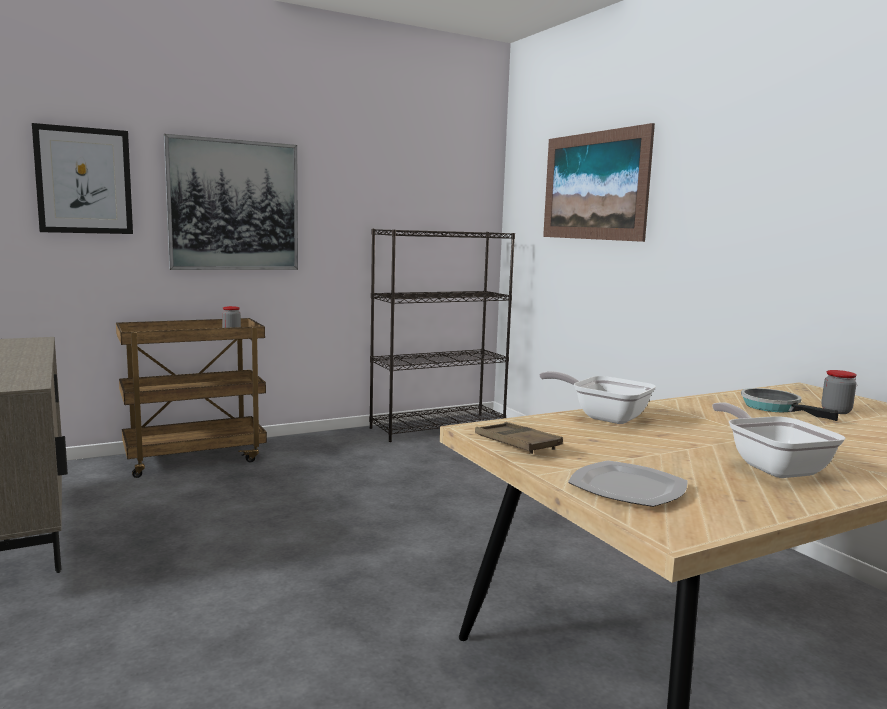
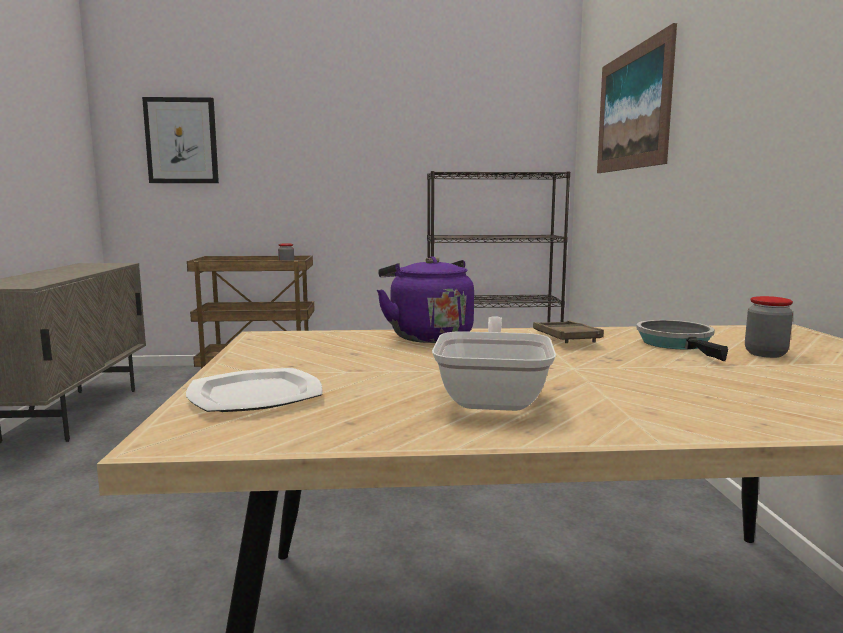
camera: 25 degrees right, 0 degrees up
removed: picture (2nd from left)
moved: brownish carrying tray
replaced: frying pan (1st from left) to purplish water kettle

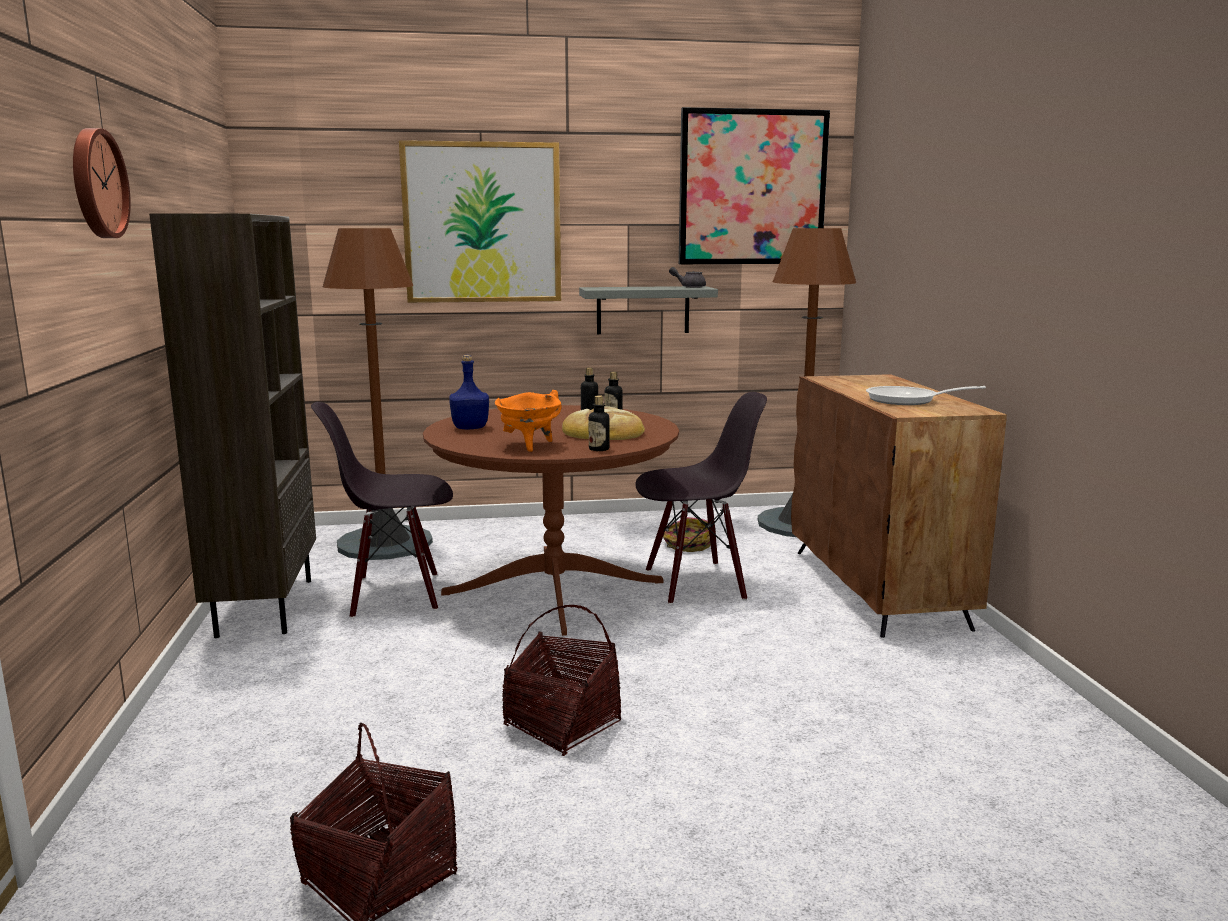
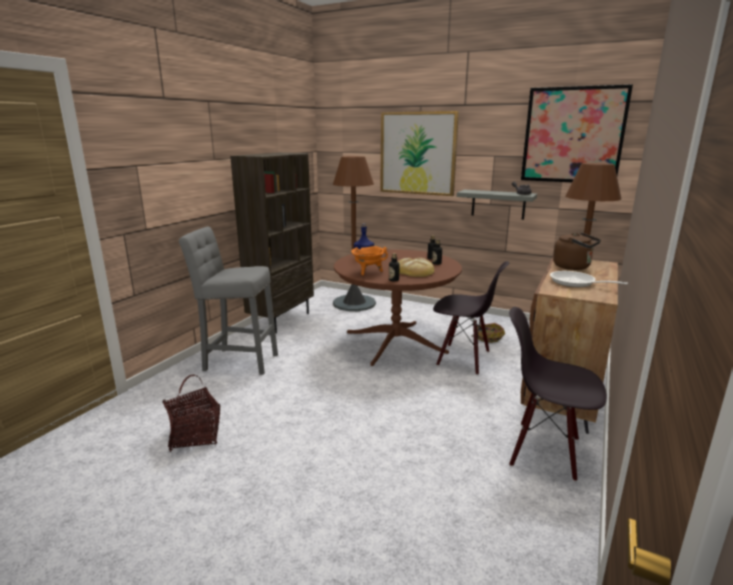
camera: 35 degrees right, 5 degrees up
removed: clock on the wall; household basket (2nd from left)
added: gray sitting stool; brownish water kettle
moved: black upright chair (1st from left in the first image) to black upright chair (2nd from left)

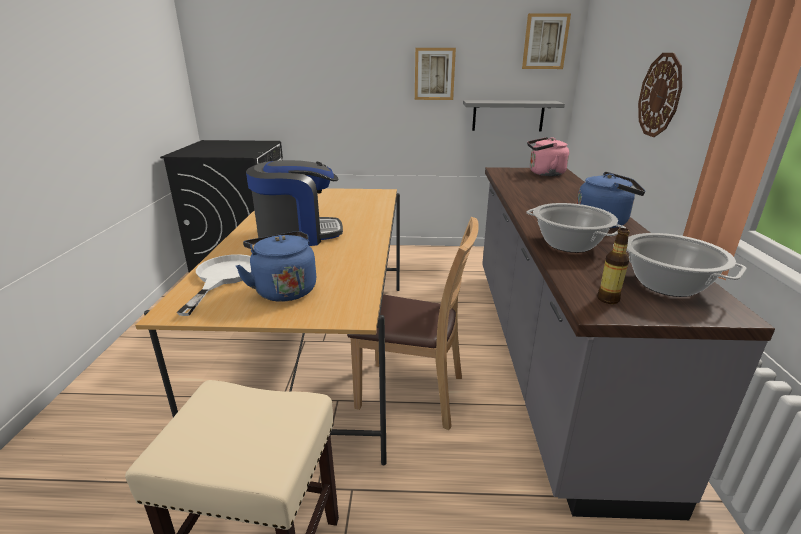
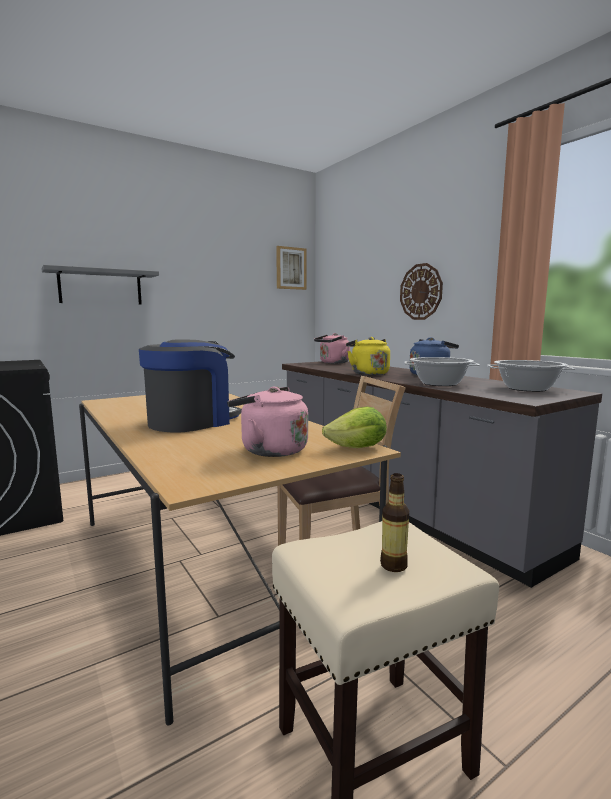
camera: 35 degrees left, 15 degrees down
removed: picture (1st from left); white frying pan
added: yellowish water kettle; lettuce head
moved: gray wall shelf; bottle
recoloured: blue water kettle (1st from left) to pinkish water kettle (1st from left)

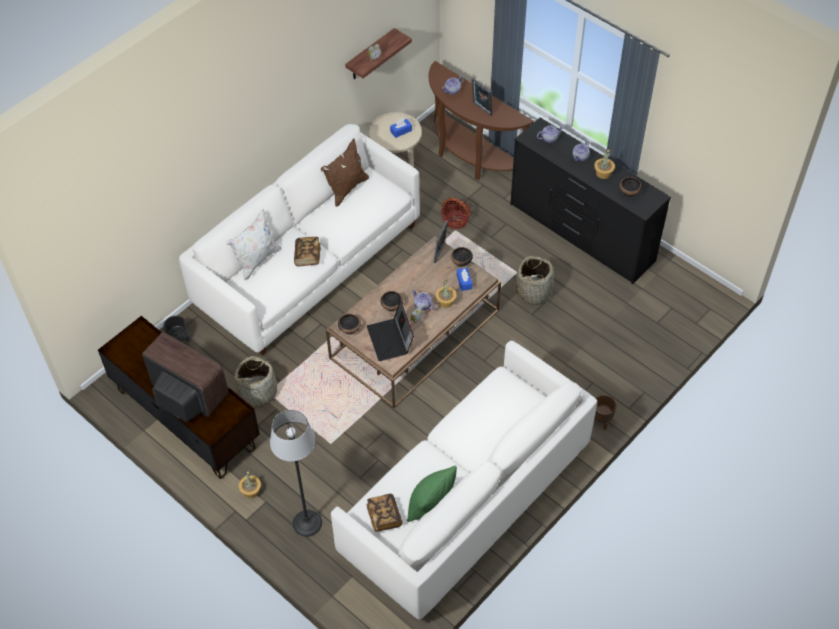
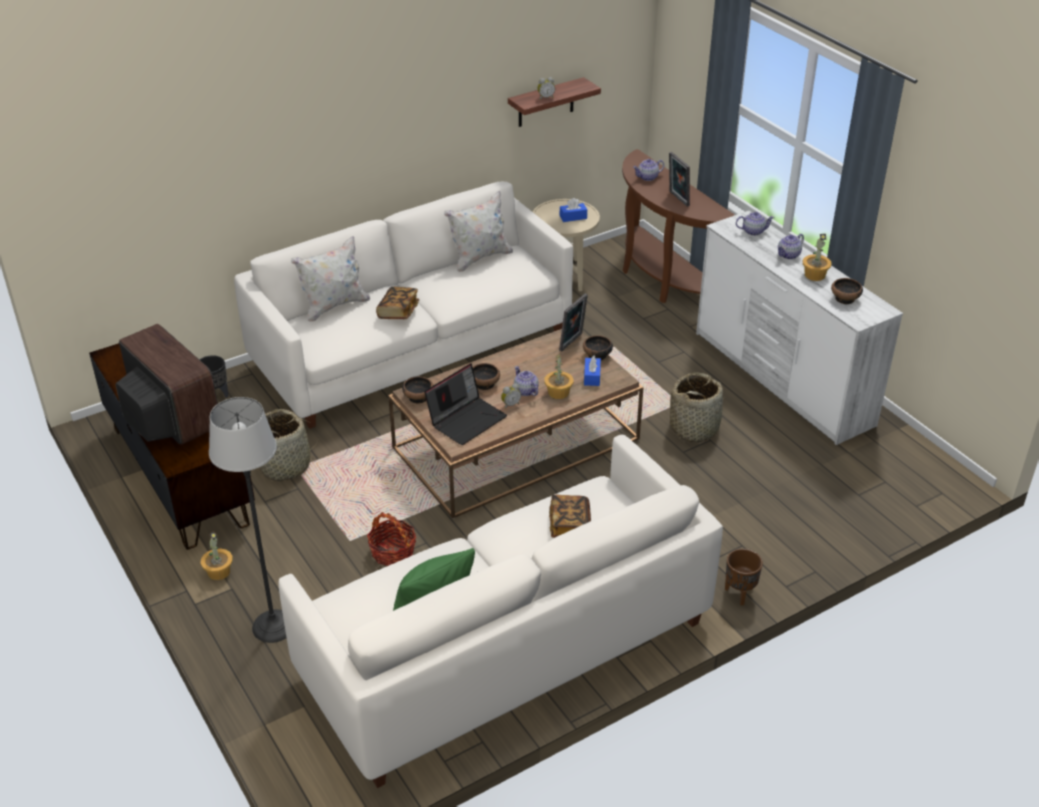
camera: 15 degrees right, 15 degrees down
moved: household basket (2nd from left); book (2nd from left)
recoloured: black chest of drawers to white chest of drawers; brownish throw pillow to white throw pillow (2nd from left)
turned: laptop 135 degrees counterclockwise

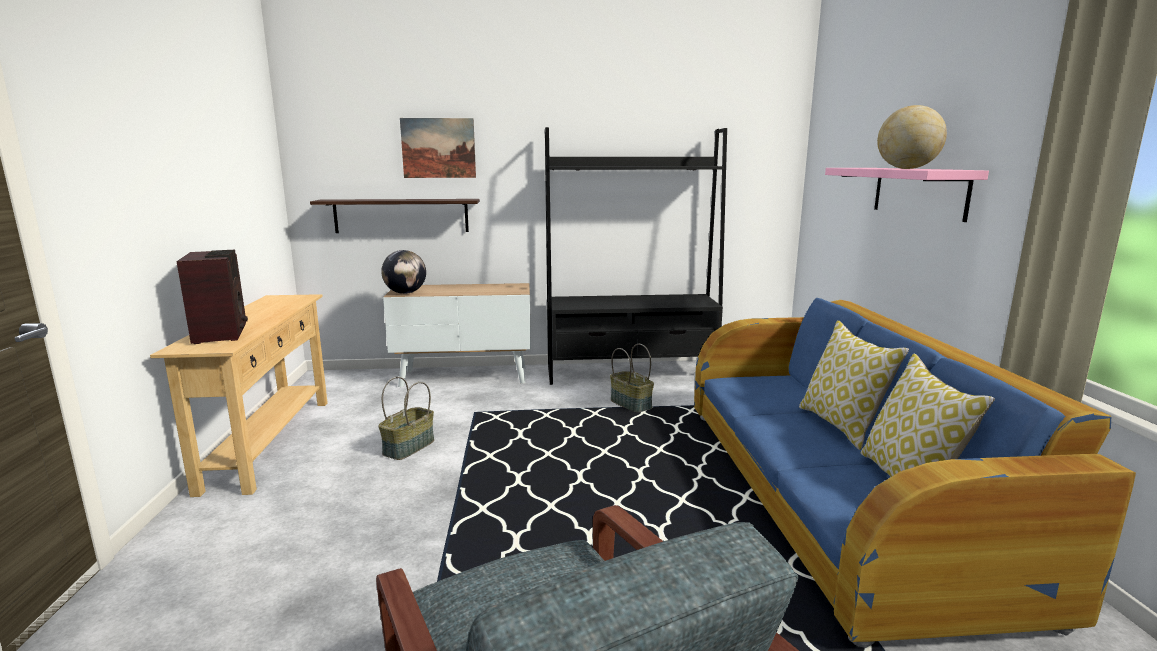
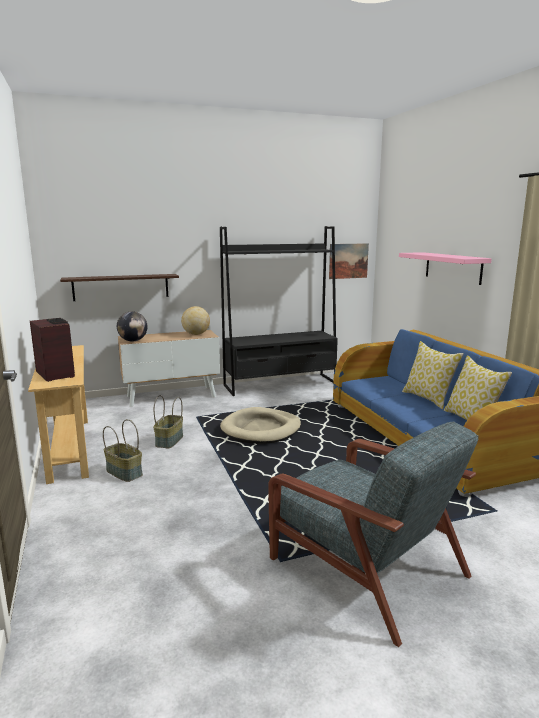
camera: 15 degrees left, 0 degrees up
added: beige-coloured dog bed
moved: globe (2nd from left); picture; household basket (2nd from left in the first image) to household basket (1st from left)

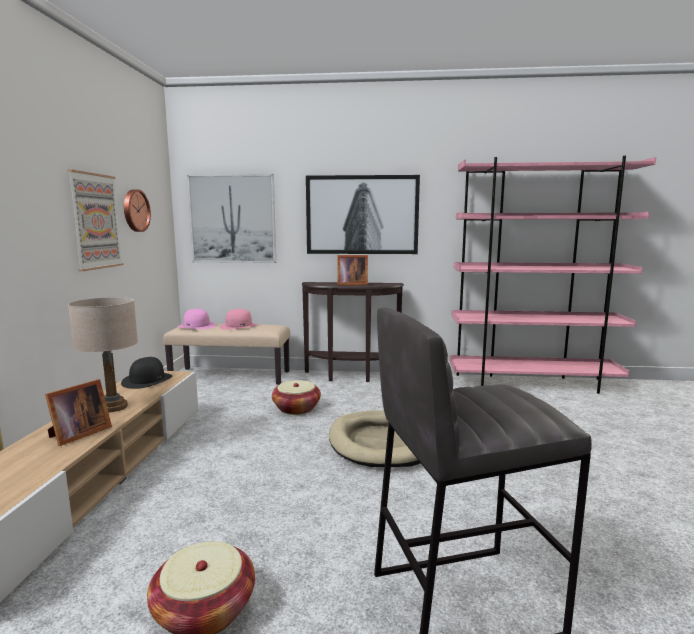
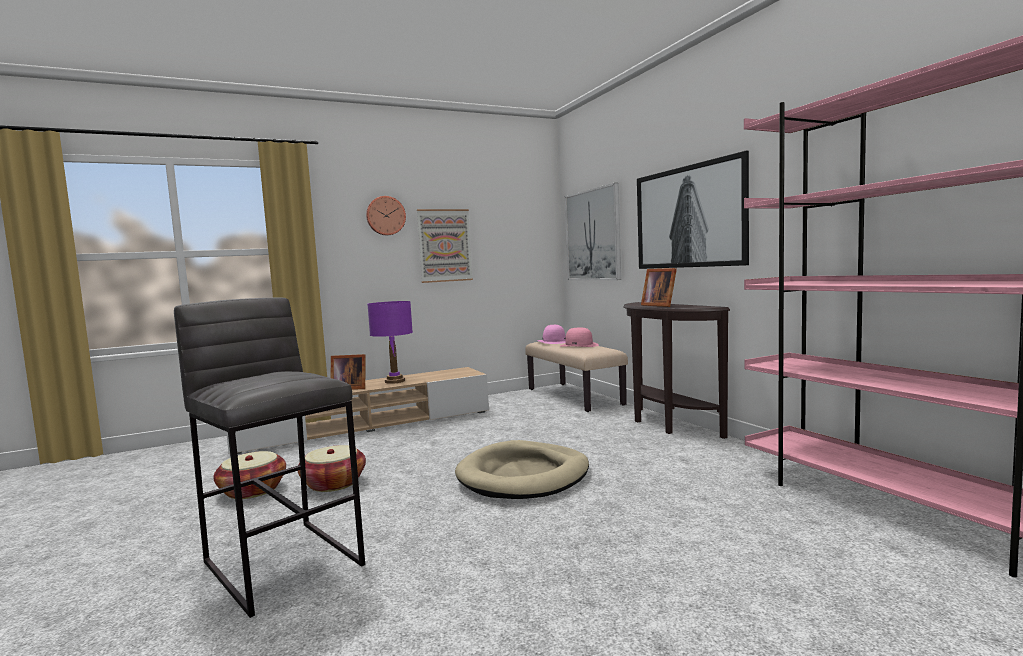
camera: 60 degrees right, 5 degrees down
removed: black wearable hat
moved: clock on the wall; household basket (2nd from left)
recoloured: beige-coloured table lamp to purplish table lamp

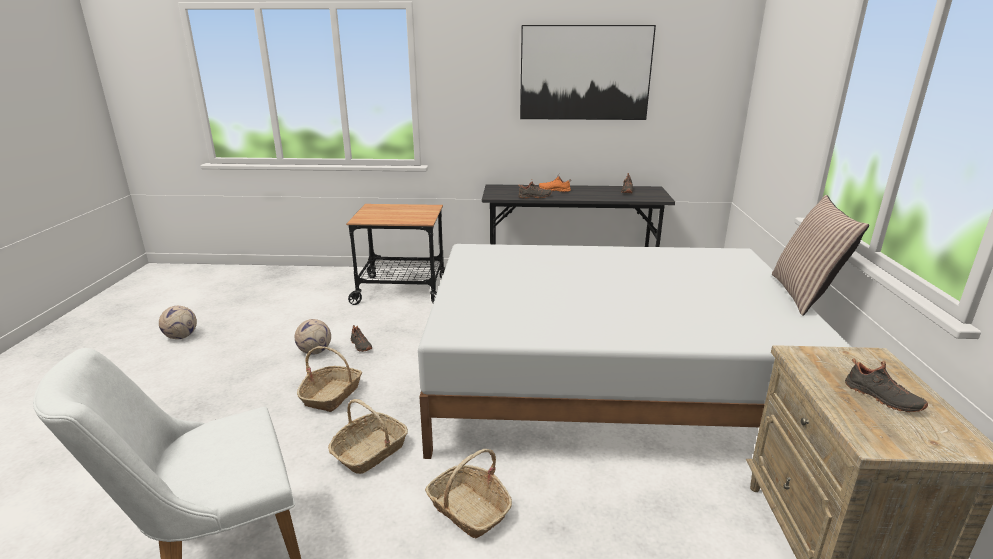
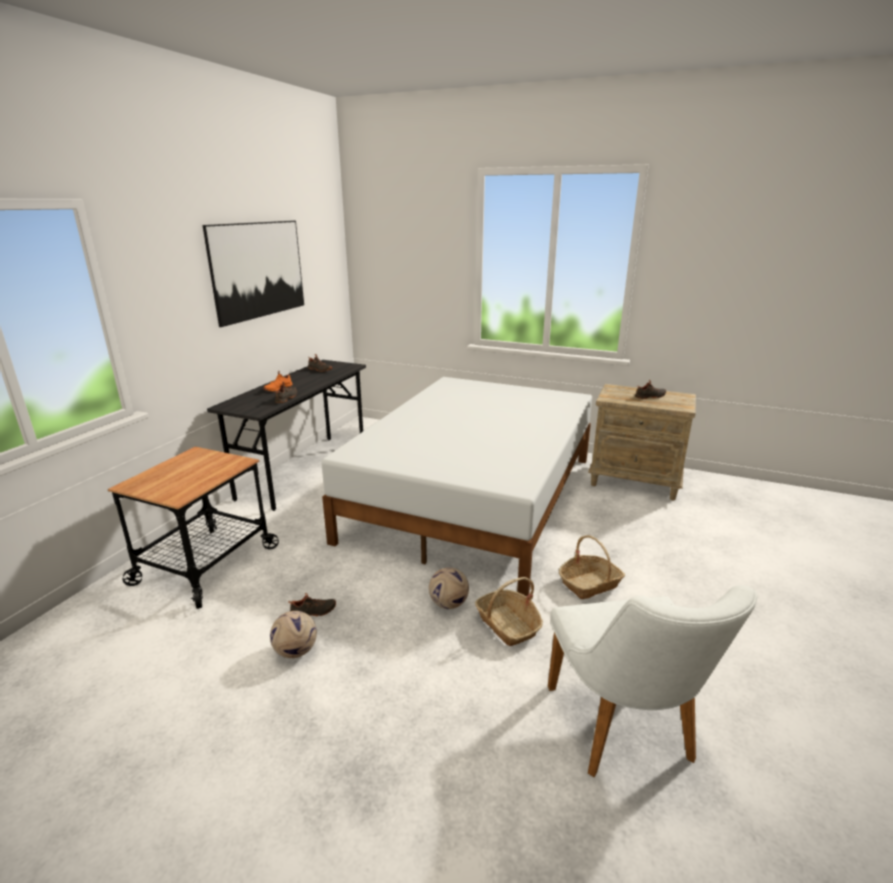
camera: 70 degrees left, 0 degrees up
removed: throw pillow; household basket (1st from left)
moved: ball for football (1st from left in the first image) to ball for football (2nd from left)

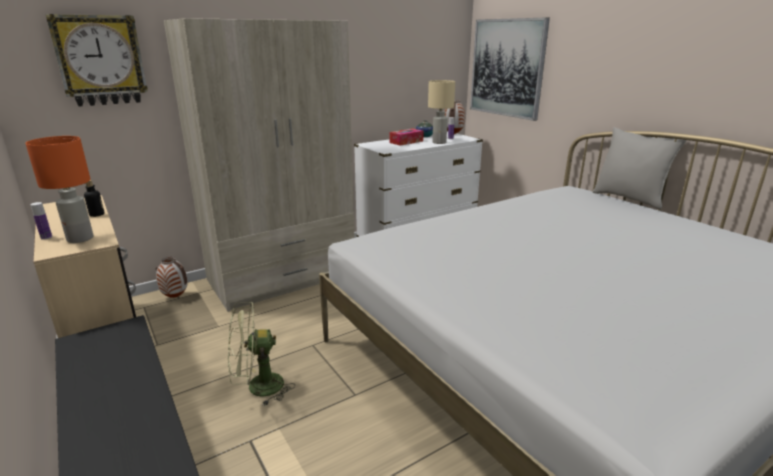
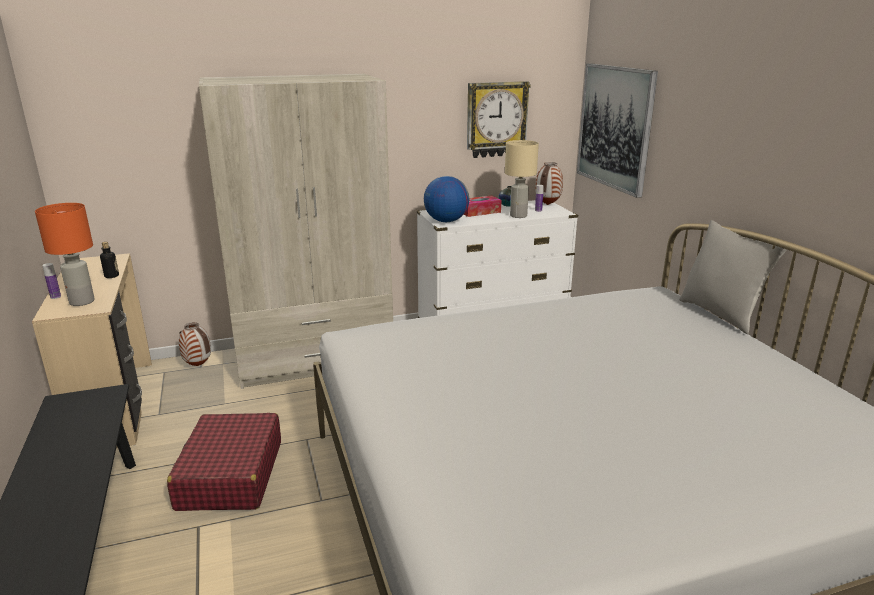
camera: 15 degrees right, 0 degrees up
added: globe
moved: clock on the wall
replaced: green electric fan to red-coloured suitcase

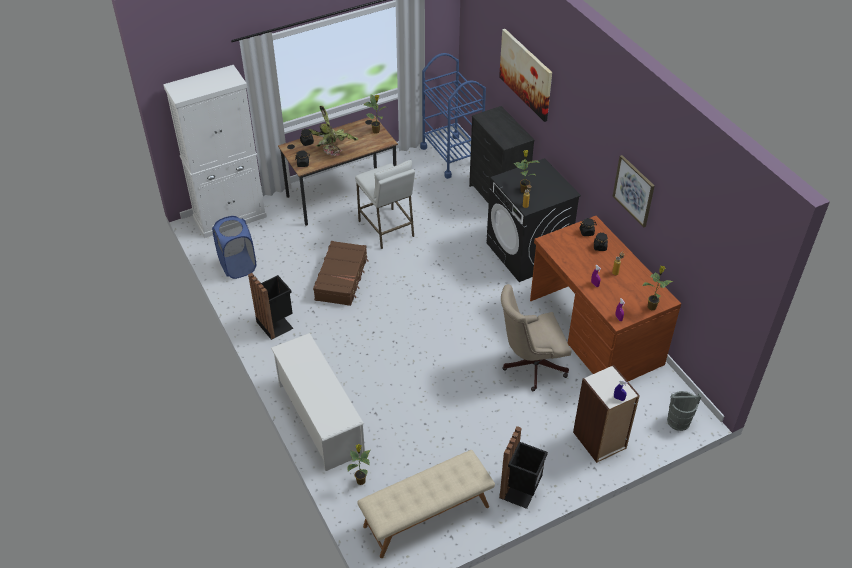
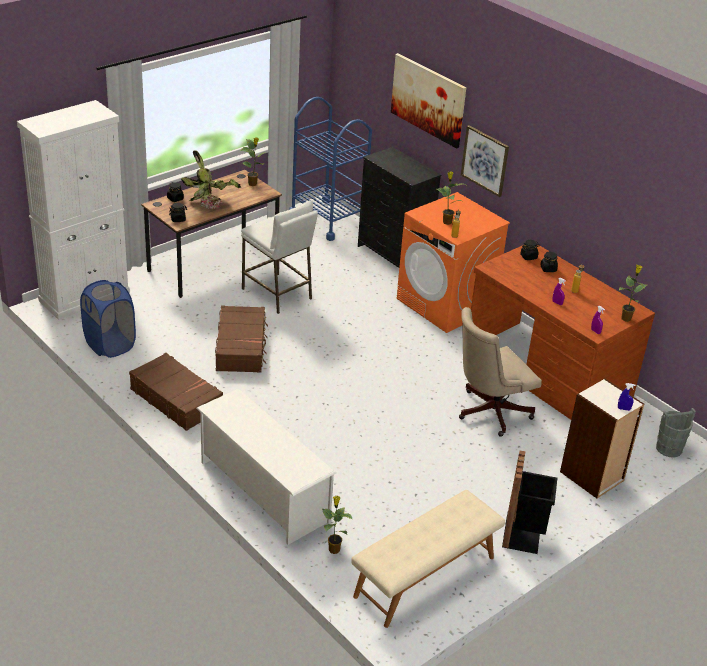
camera: 15 degrees left, 10 degrees down
moved: picture (2nd from left)
replaced: black waste bin (1st from left) to brownish suitcase (1st from left)
recoloured: black laundry machine to orange-coloured laundry machine

